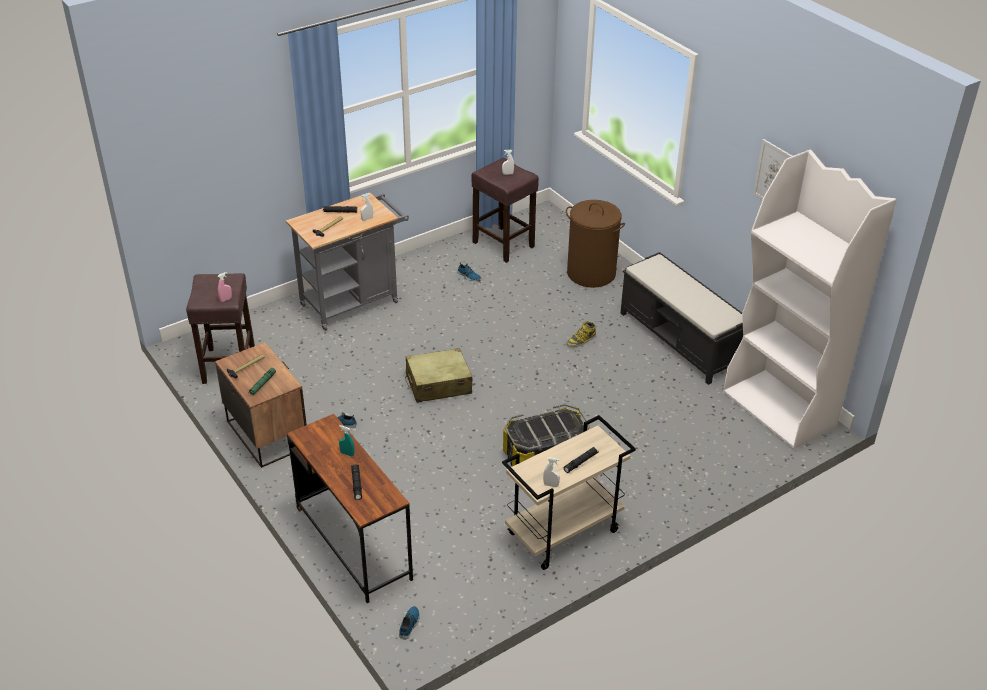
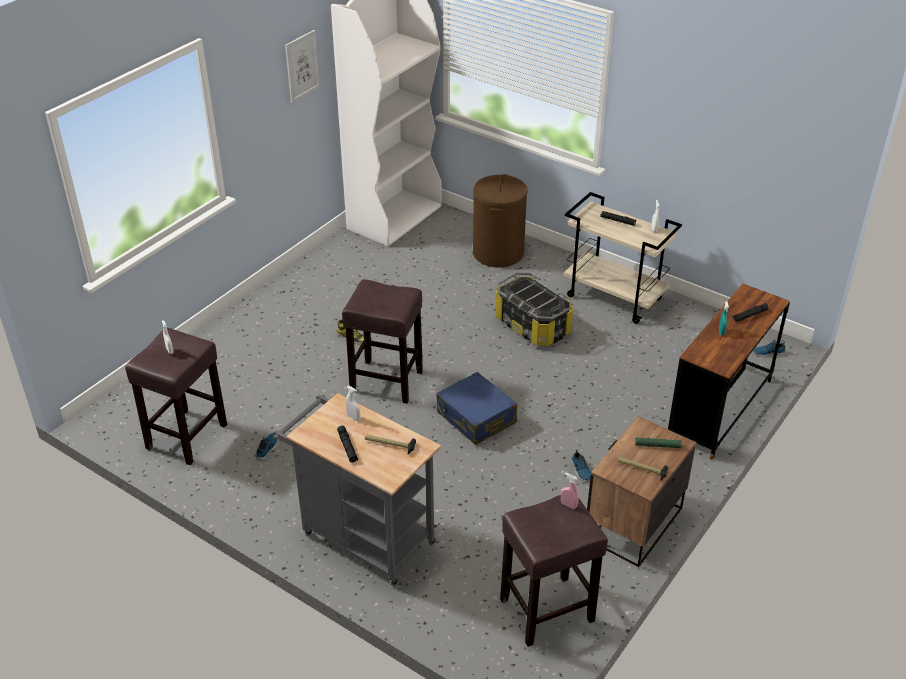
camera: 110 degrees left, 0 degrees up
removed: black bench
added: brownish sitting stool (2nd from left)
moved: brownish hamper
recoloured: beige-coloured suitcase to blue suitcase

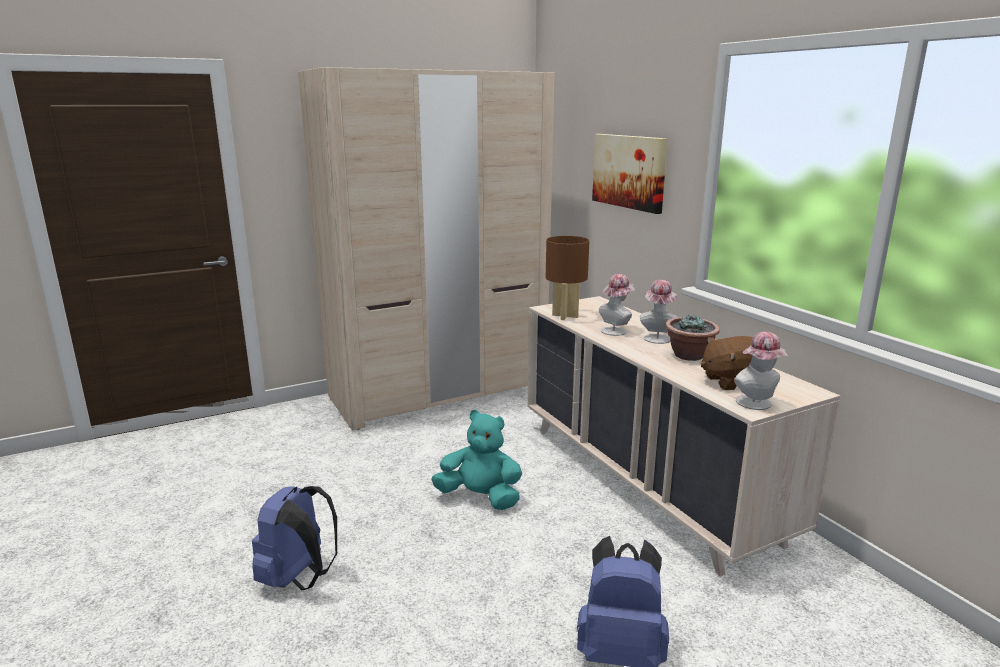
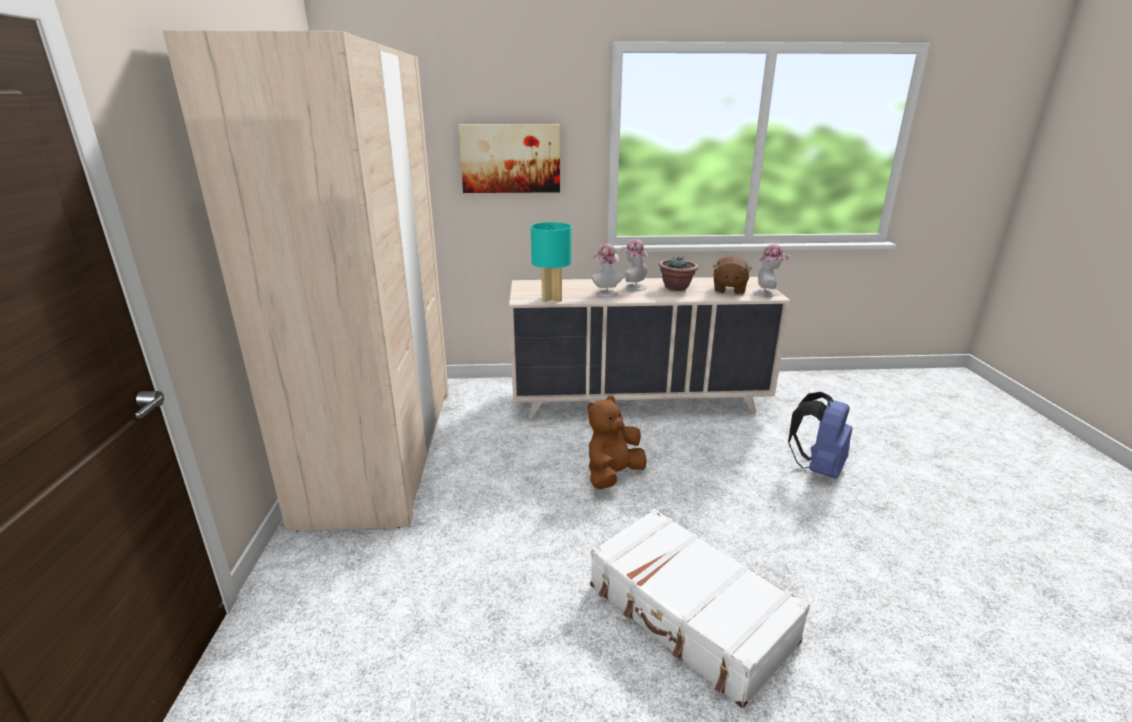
camera: 65 degrees left, 5 degrees up
replaced: blue rucksack (1st from left) to white suitcase
recoloured: brownish table lamp to turquoise table lamp; turquoise soft toy to brownish soft toy (1st from left)

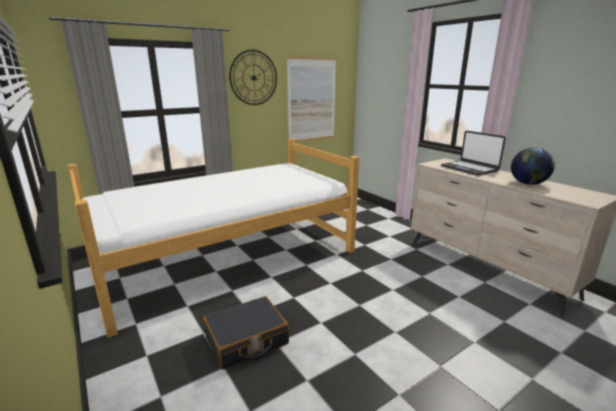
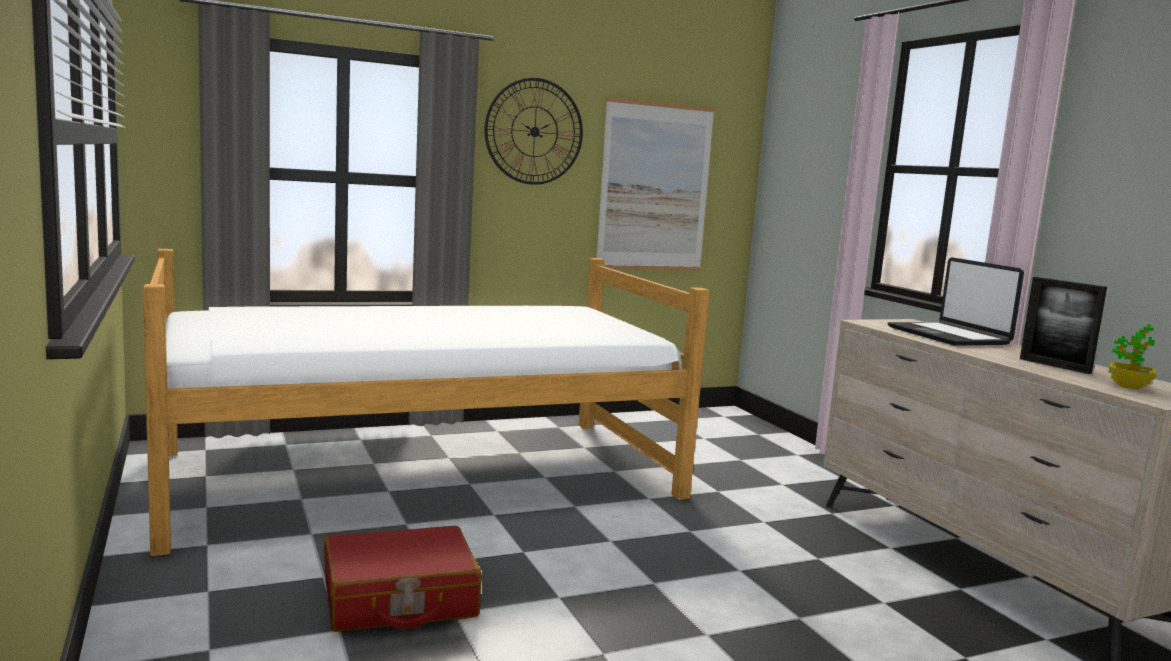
camera: 10 degrees right, 10 degrees down
added: plant in a pot
replaced: globe to photo frame
recoloured: black suitcase to red-coloured suitcase

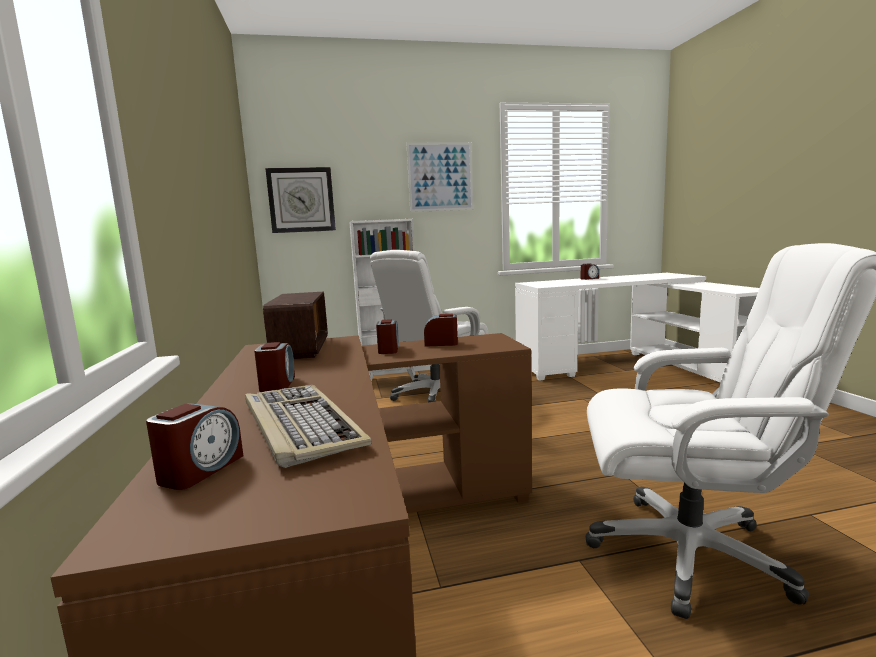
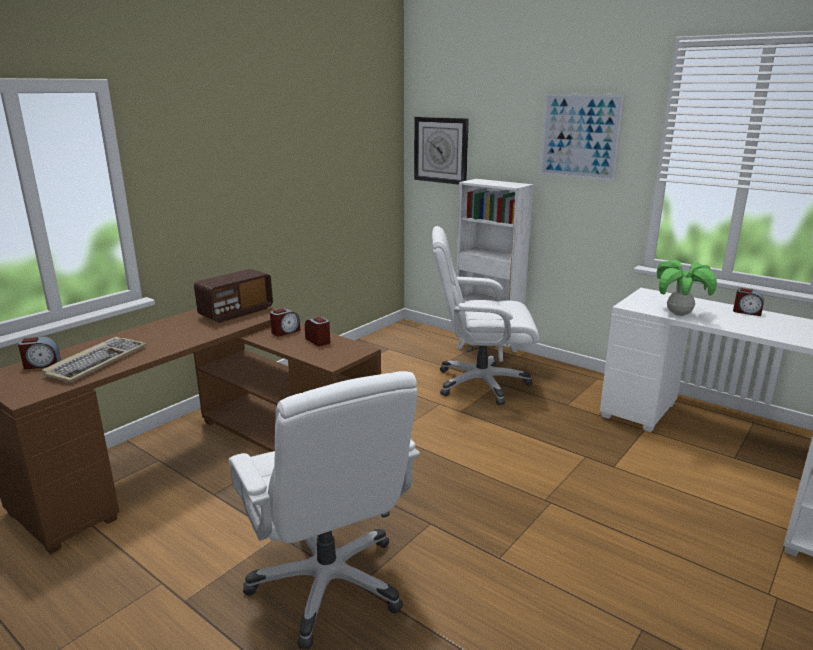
camera: 50 degrees right, 10 degrees up
removed: table clock (2nd from left)
added: plant in a pot

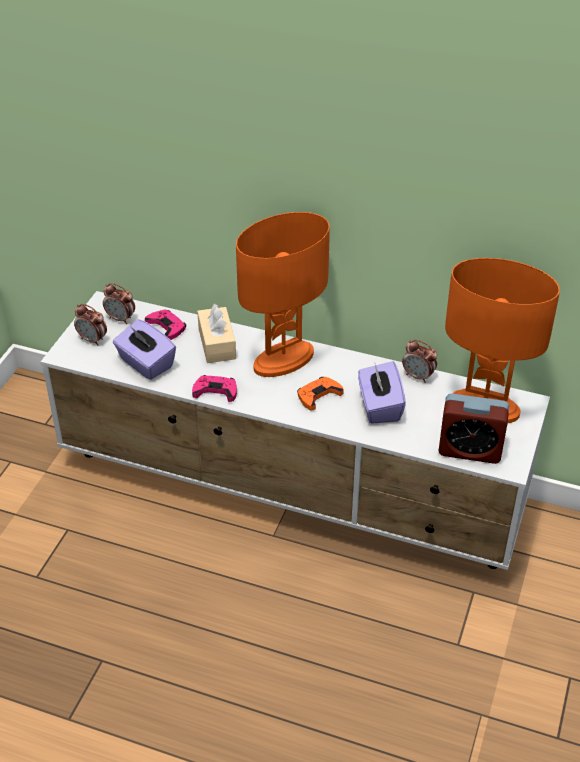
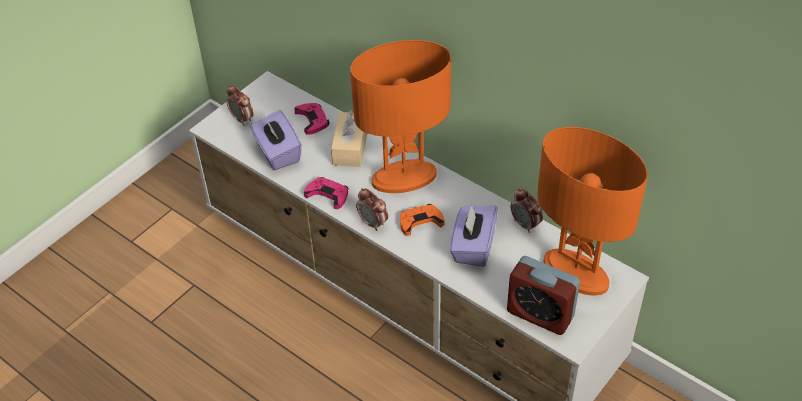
camera: 20 degrees right, 5 degrees up
moved: table clock (2nd from left)

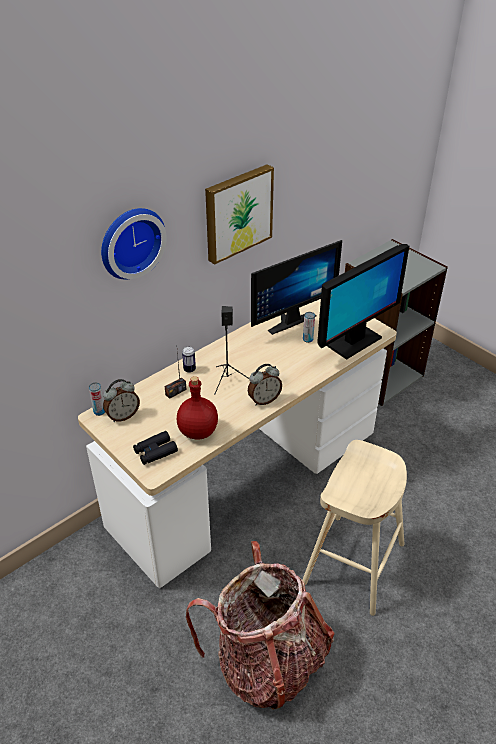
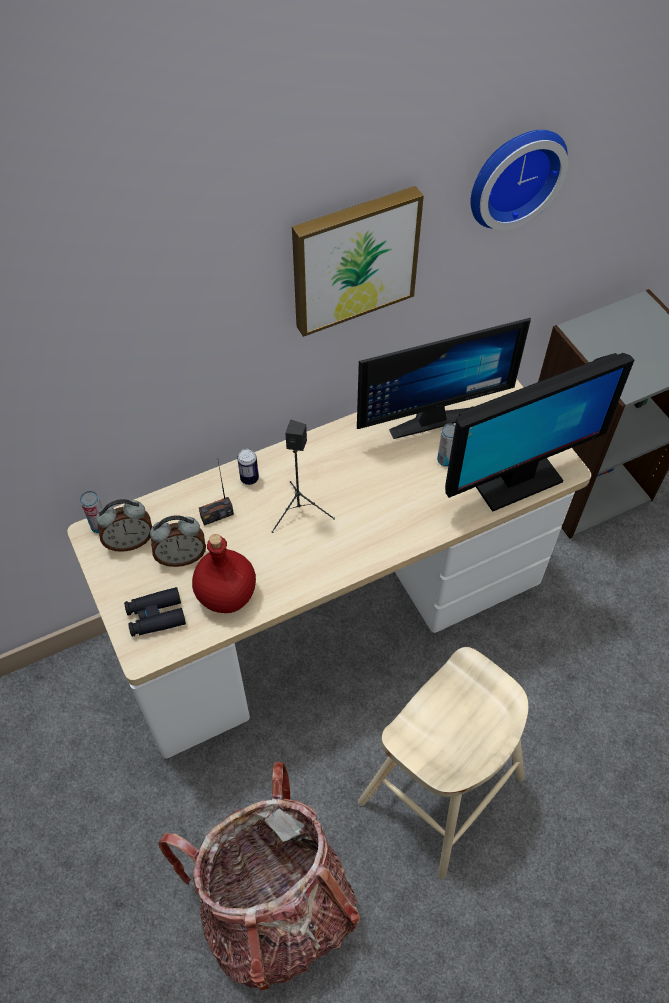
camera: 15 degrees right, 15 degrees up
moved: clock on the wall; table clock (2nd from left)

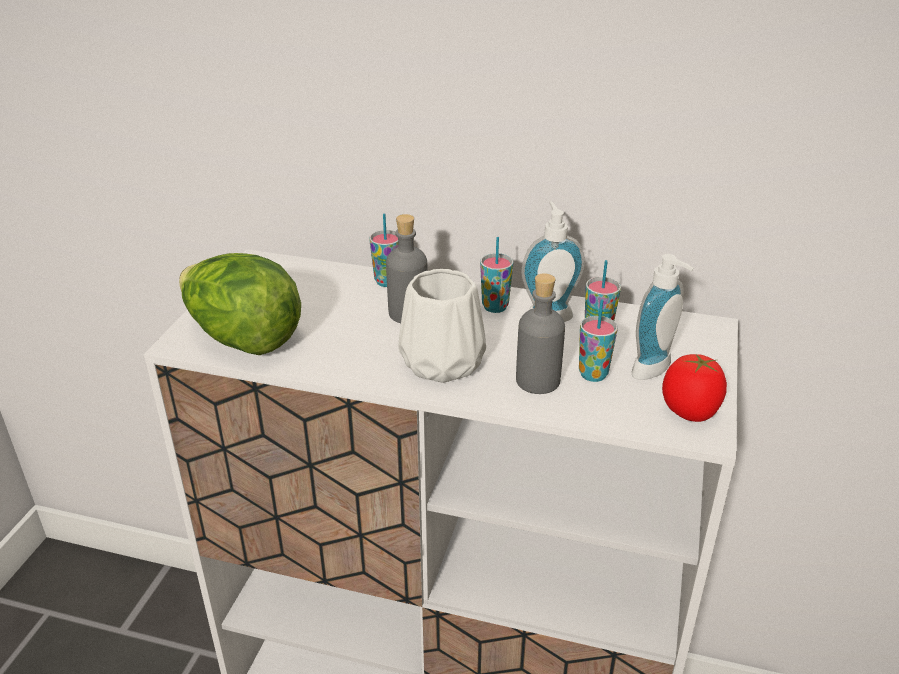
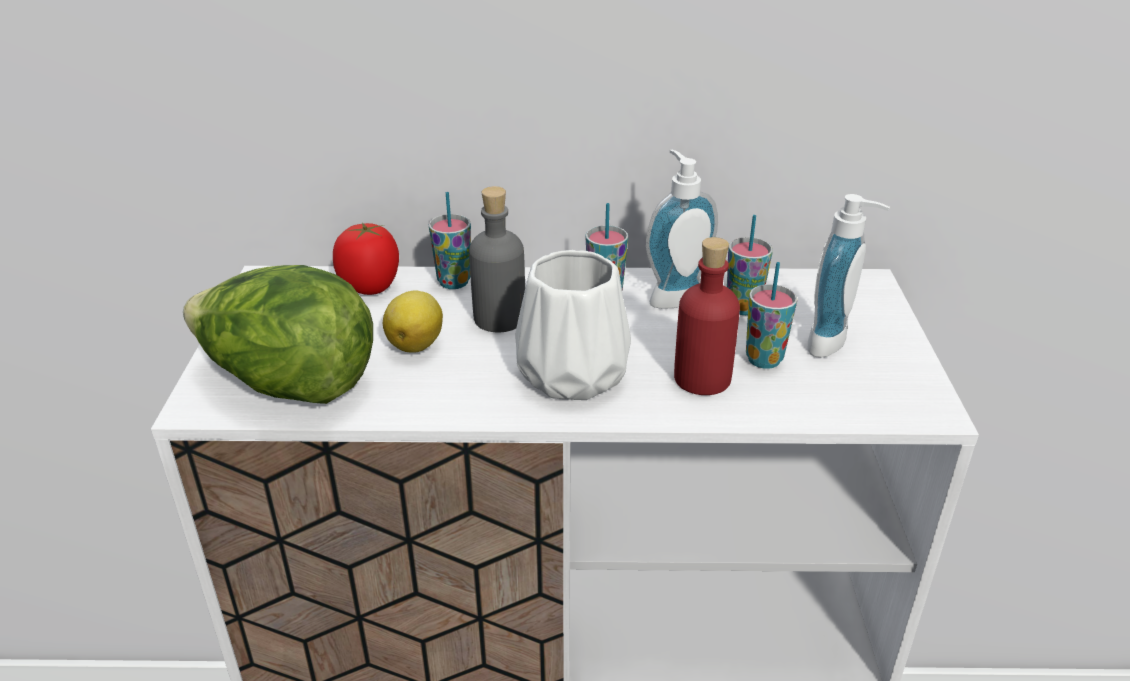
camera: 15 degrees left, 0 degrees up
added: whole lemon
moved: fresh tomato
recoloured: gray bottle (2nd from left) to red-coloured bottle

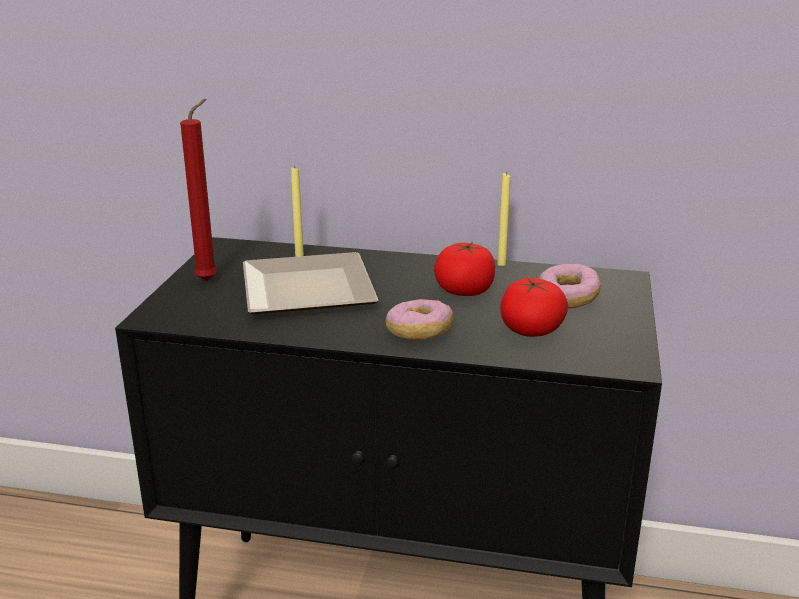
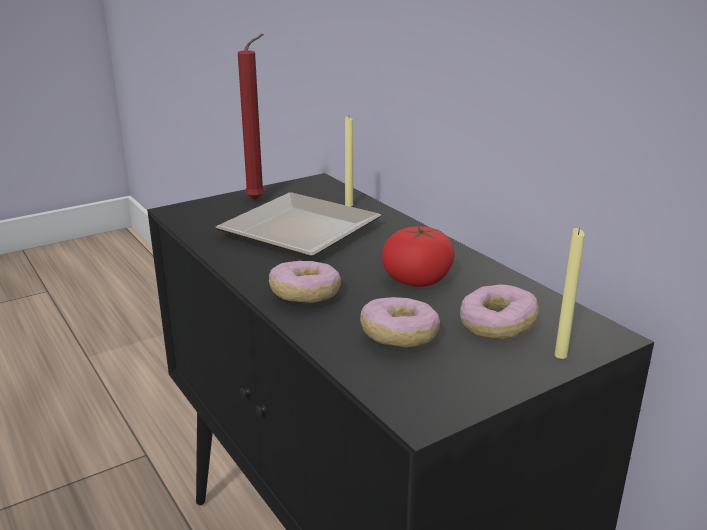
camera: 45 degrees right, 0 degrees up
moved: yellowish wax candle (2nd from left)
replaced: fresh tomato (2nd from left) to donut (2nd from left)

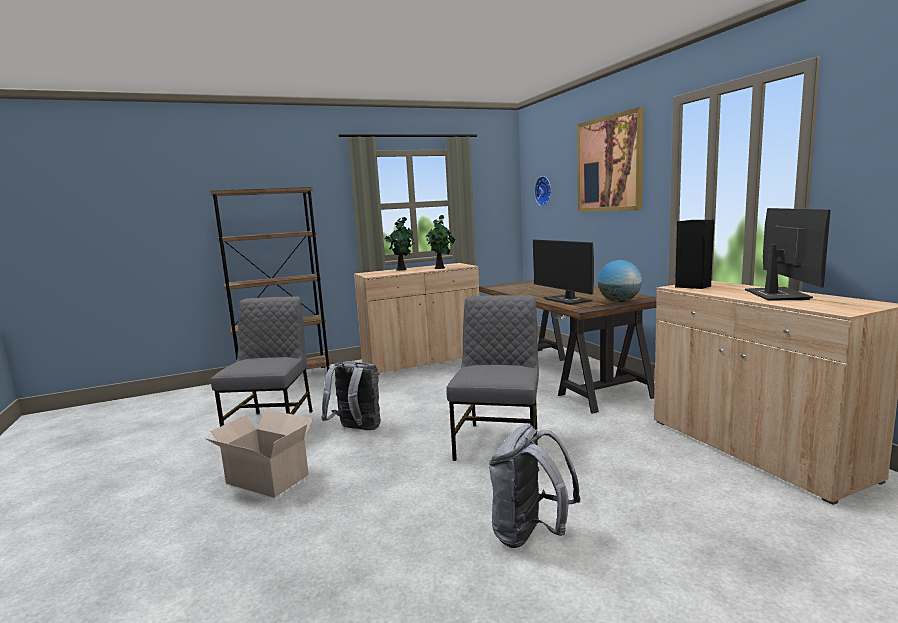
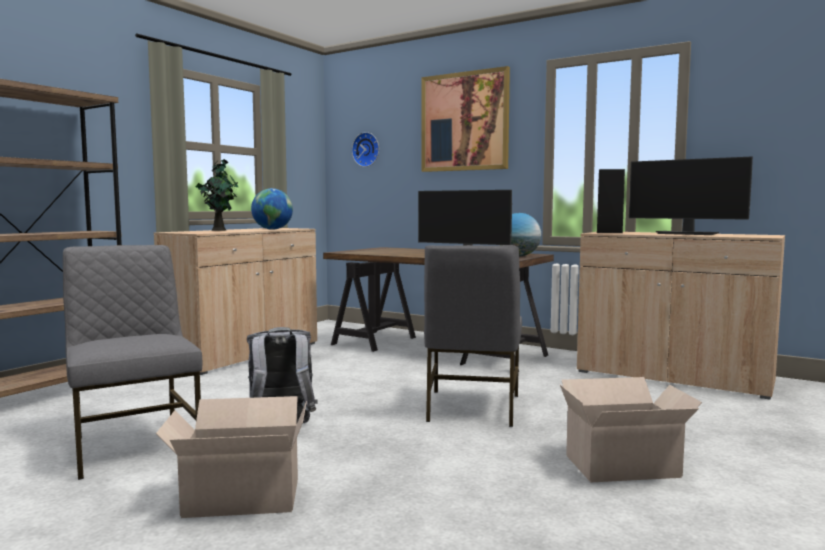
camera: 35 degrees left, 5 degrees down
replaced: plant in a pot (2nd from left) to globe (1st from left); gray rucksack (2nd from left) to carton (2nd from left)
turned: computer display (2nd from left) 150 degrees clockwise; gray upright chair (2nd from left) 150 degrees counterclockwise

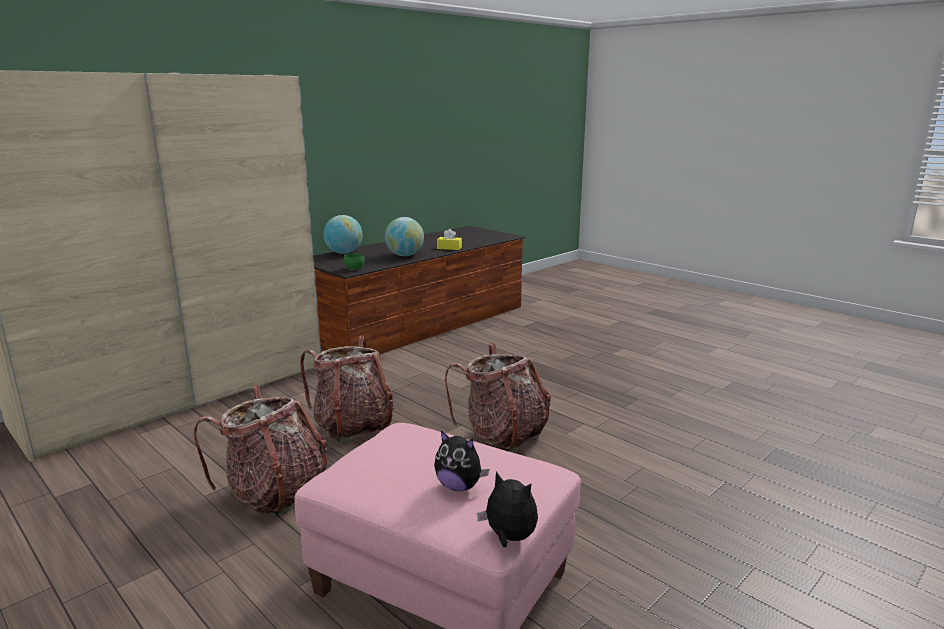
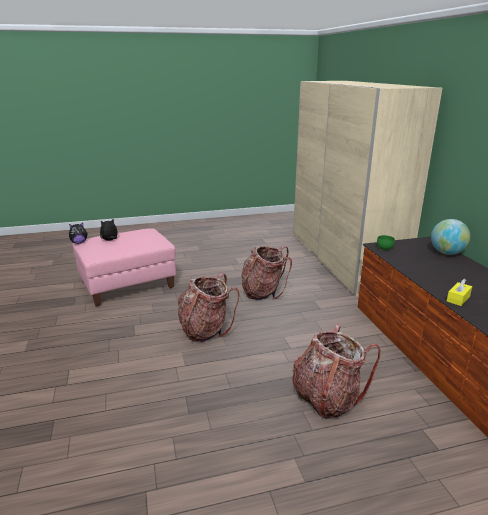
camera: 120 degrees right, 5 degrees up
removed: globe (2nd from left)
moved: rucksack (1st from left in the first image) to rucksack (3rd from left)

